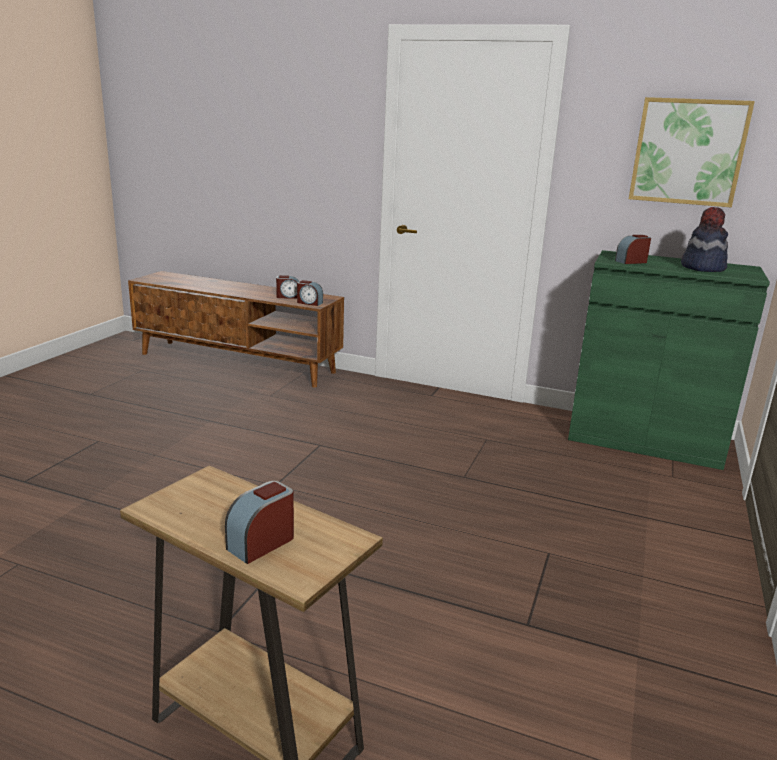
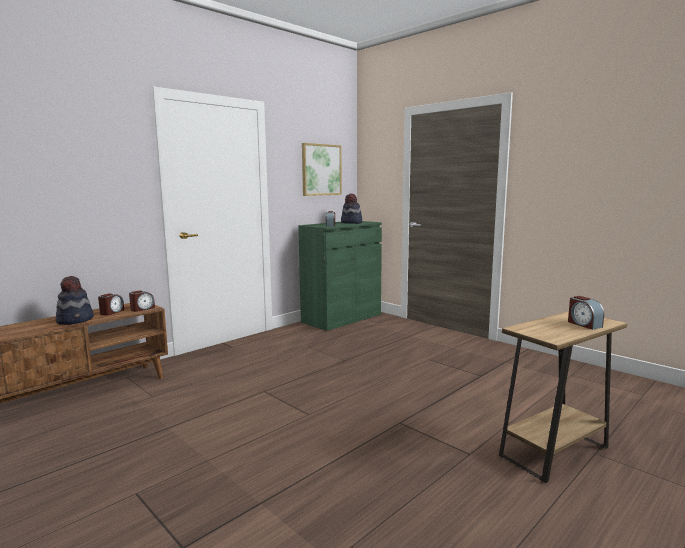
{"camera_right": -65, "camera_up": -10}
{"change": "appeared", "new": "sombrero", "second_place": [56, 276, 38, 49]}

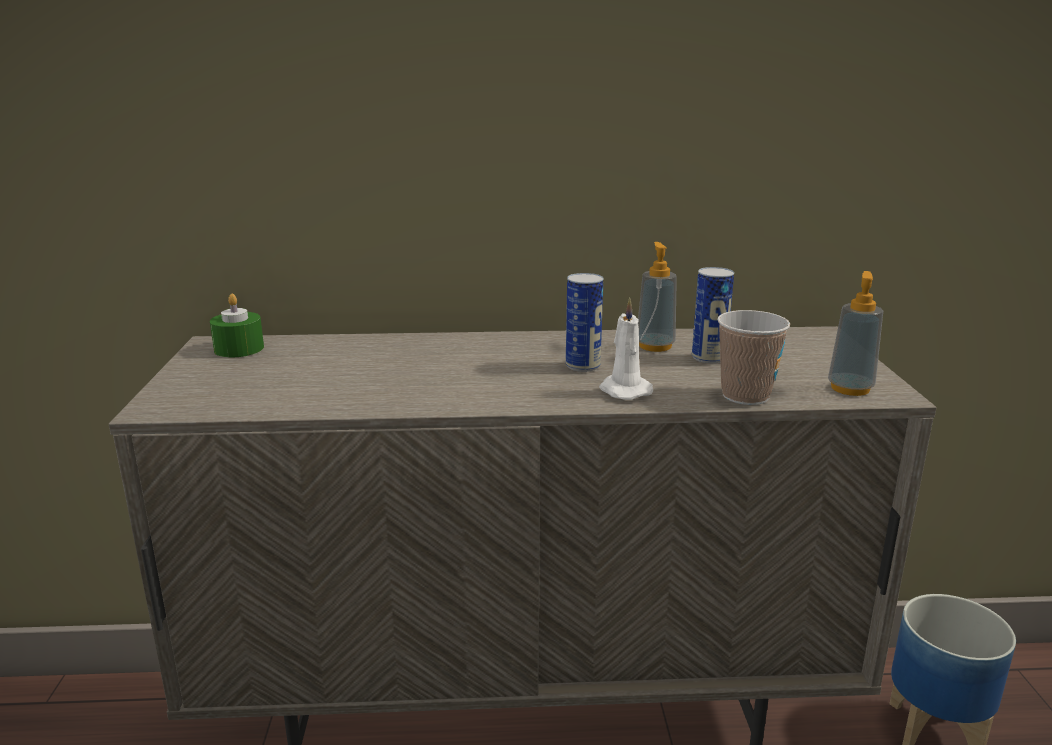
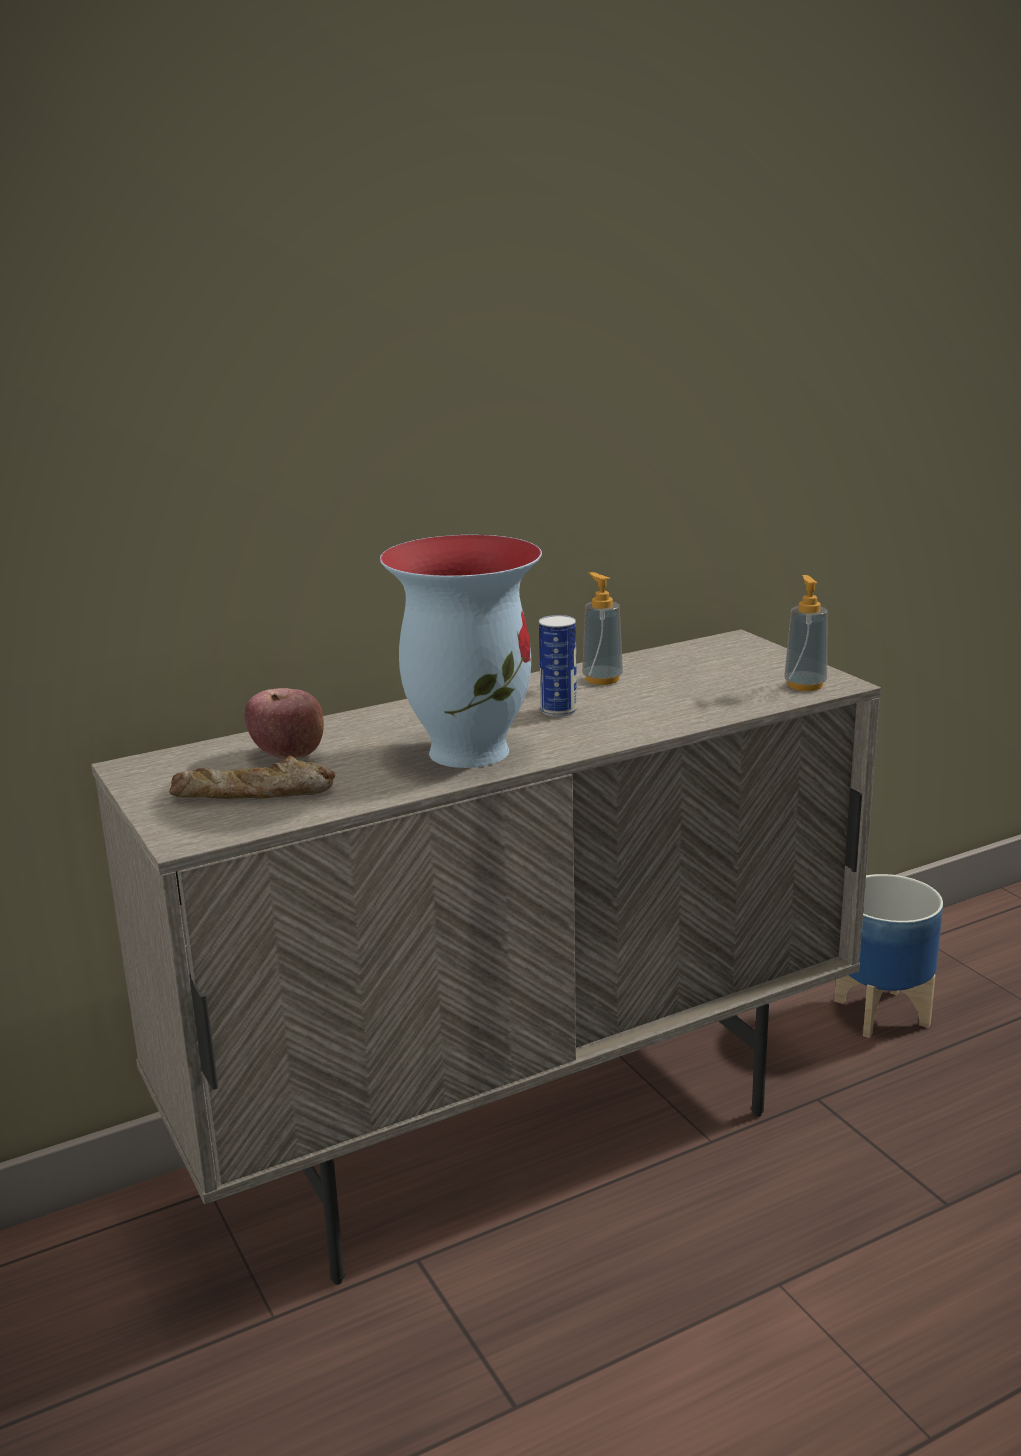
{"camera_right": -25, "camera_up": 0}
{"change": "missing", "old": "vela/verde", "first_place": [210, 293, 54, 64]}
{"change": "missing", "old": "vela/blanco", "first_place": [599, 297, 54, 103]}
{"change": "missing", "old": "lata", "first_place": [692, 267, 42, 96]}
{"change": "missing", "old": "taza", "first_place": [717, 310, 73, 95]}
{"change": "appeared", "new": "pan", "second_place": [169, 756, 166, 43]}
{"change": "appeared", "new": "manzana", "second_place": [245, 688, 79, 71]}
{"change": "appeared", "new": "florero", "second_place": [380, 535, 162, 233]}

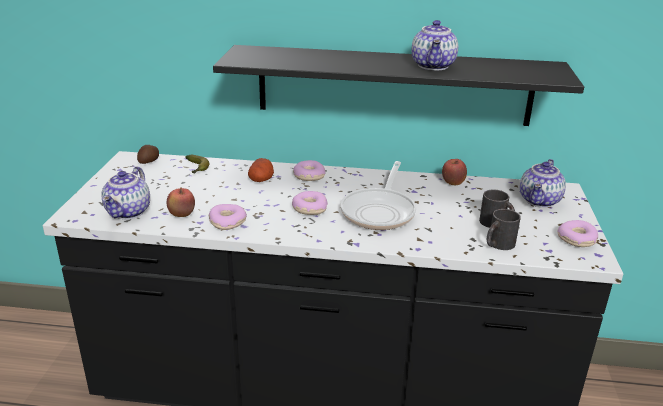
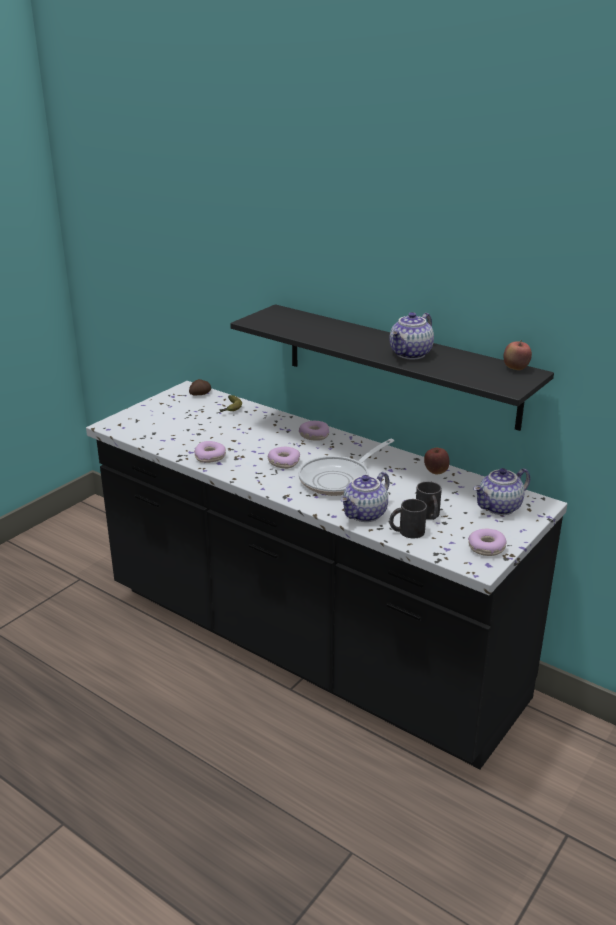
{"camera_right": 30, "camera_up": 0}
{"change": "relocated", "old": "tetera", "first_place": [102, 166, 48, 53], "second_place": [341, 472, 49, 50]}
{"change": "relocated", "old": "manzana", "first_place": [167, 187, 28, 30], "second_place": [503, 340, 29, 30]}
{"change": "missing", "old": "patata", "first_place": [248, 158, 26, 24]}

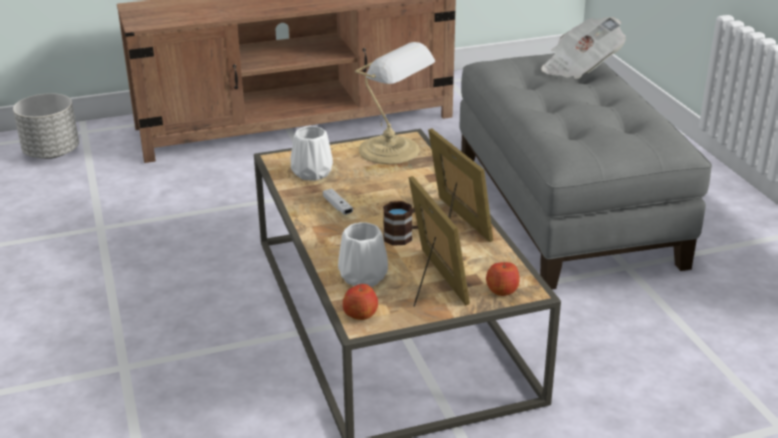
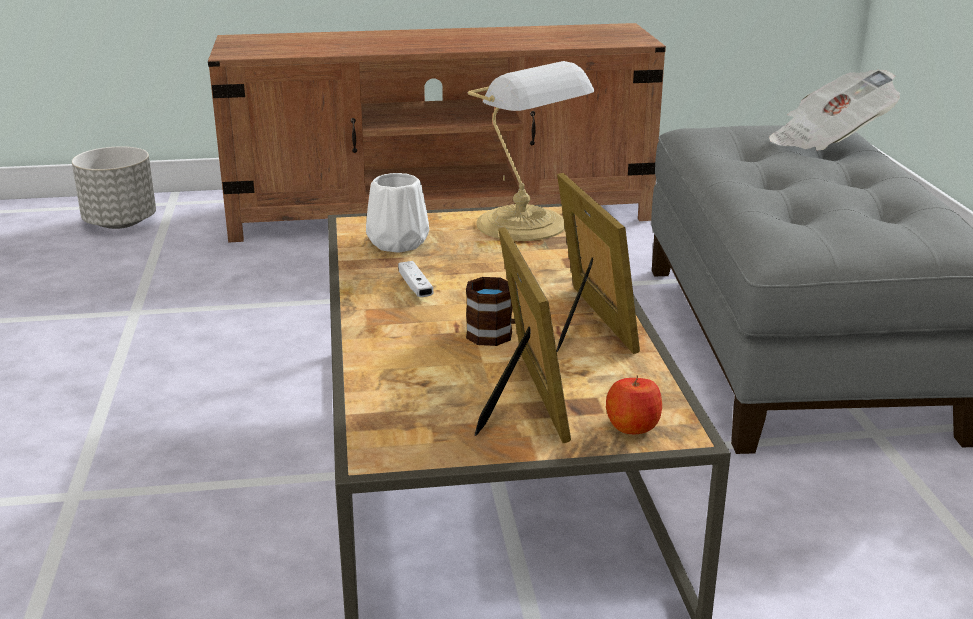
{"camera_right": 10, "camera_up": -5}
{"change": "missing", "old": "florero/blanco", "first_place": [338, 222, 50, 65]}
{"change": "missing", "old": "manzana", "first_place": [343, 284, 35, 36]}

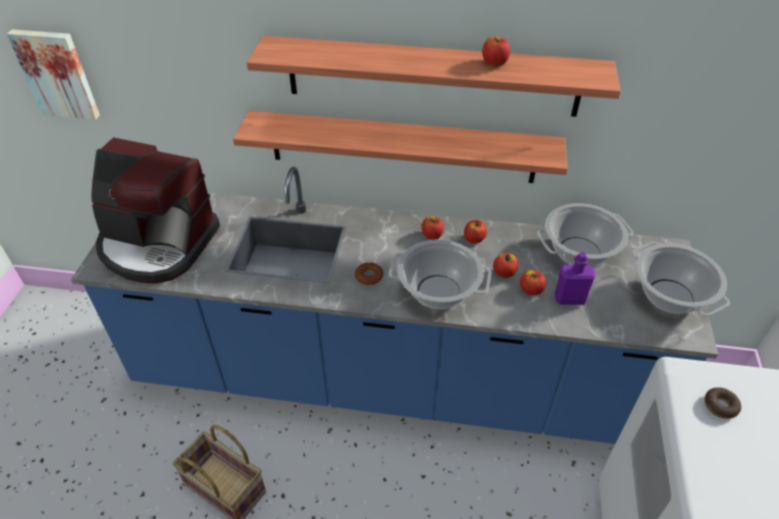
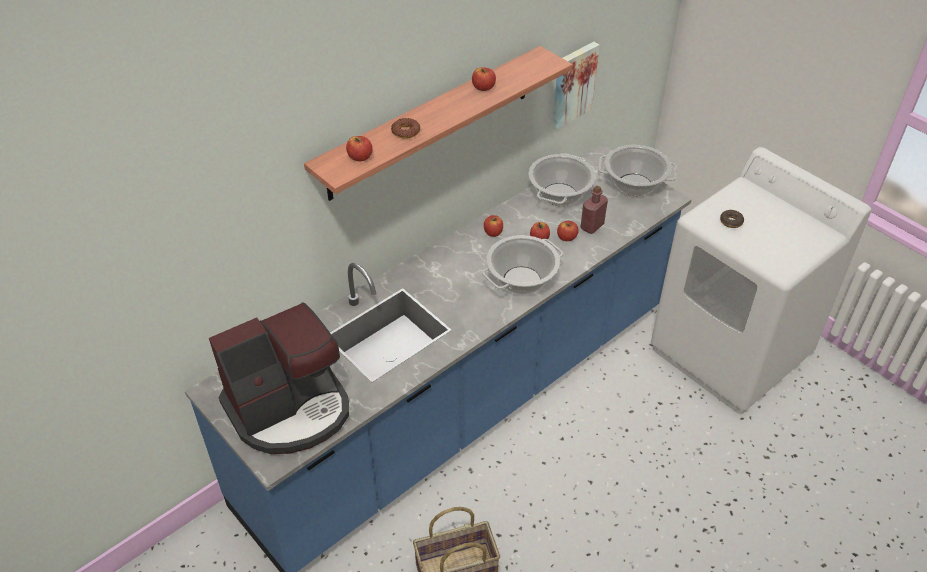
{"camera_right": -50, "camera_up": 0}
{"change": "relocated", "old": "cuadro", "first_place": [7, 29, 93, 91], "second_place": [553, 42, 47, 87]}
{"change": "missing", "old": "estante", "first_place": [233, 111, 335, 72]}
{"change": "relocated", "old": "rosquilla", "first_place": [355, 263, 29, 22], "second_place": [391, 118, 29, 21]}
{"change": "relocated", "old": "manzana", "first_place": [422, 216, 22, 24], "second_place": [346, 136, 27, 25]}
{"change": "colour", "old": "botella/morado", "new": "botella/rojo", "first_place": [554, 253, 42, 52], "second_place": [581, 185, 27, 49]}

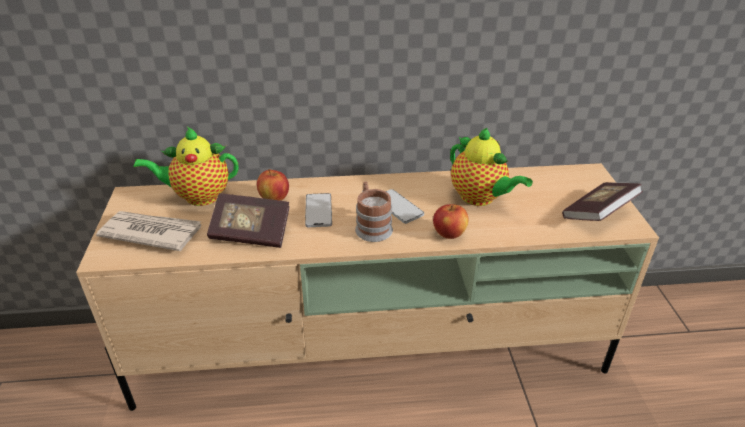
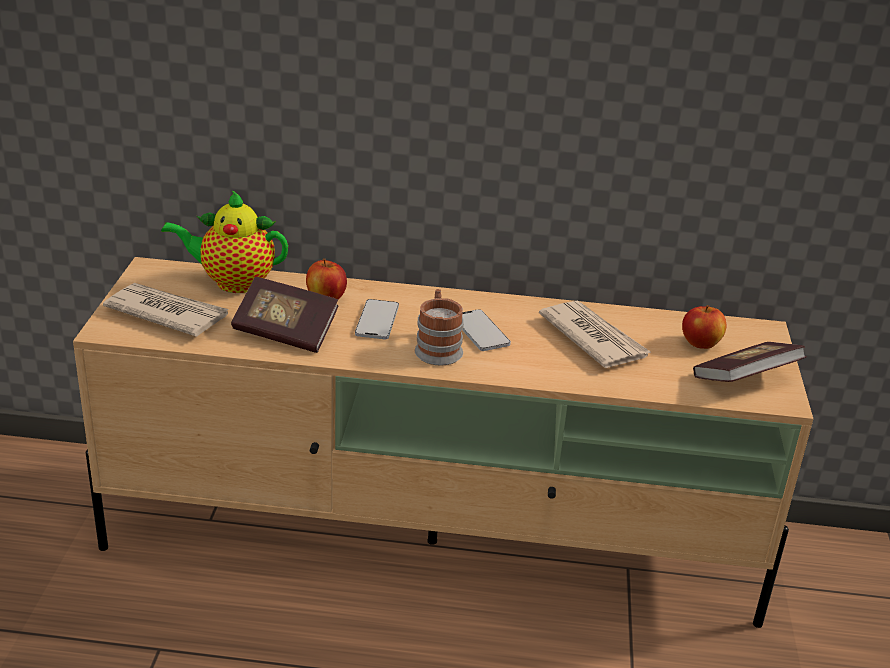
{"camera_right": 10, "camera_up": -5}
{"change": "relocated", "old": "manzana", "first_place": [433, 204, 36, 35], "second_place": [682, 305, 45, 44]}
{"change": "exchanged", "old": "tetera", "new": "periódico", "first_place": [450, 128, 83, 78], "second_place": [539, 301, 113, 67]}

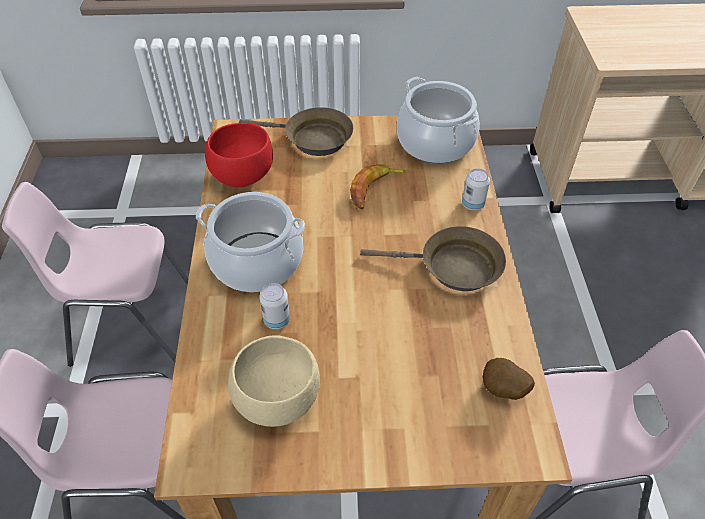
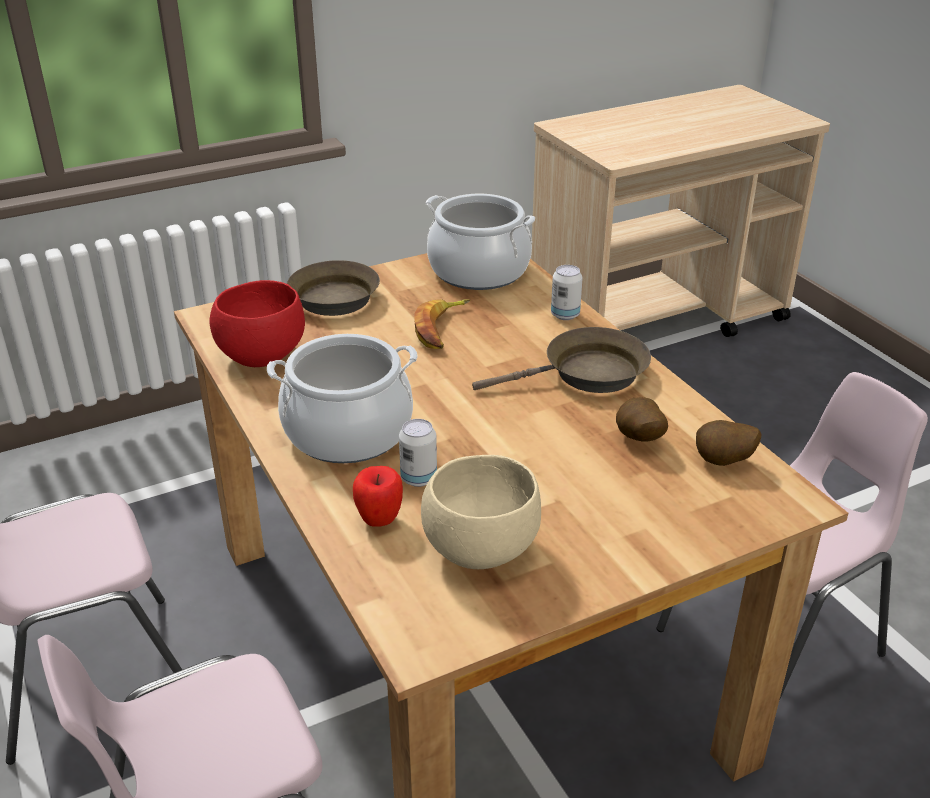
{"camera_right": -25, "camera_up": -15}
{"change": "appeared", "new": "manzana", "second_place": [353, 466, 50, 61]}
{"change": "appeared", "new": "patata", "second_place": [616, 397, 52, 45]}

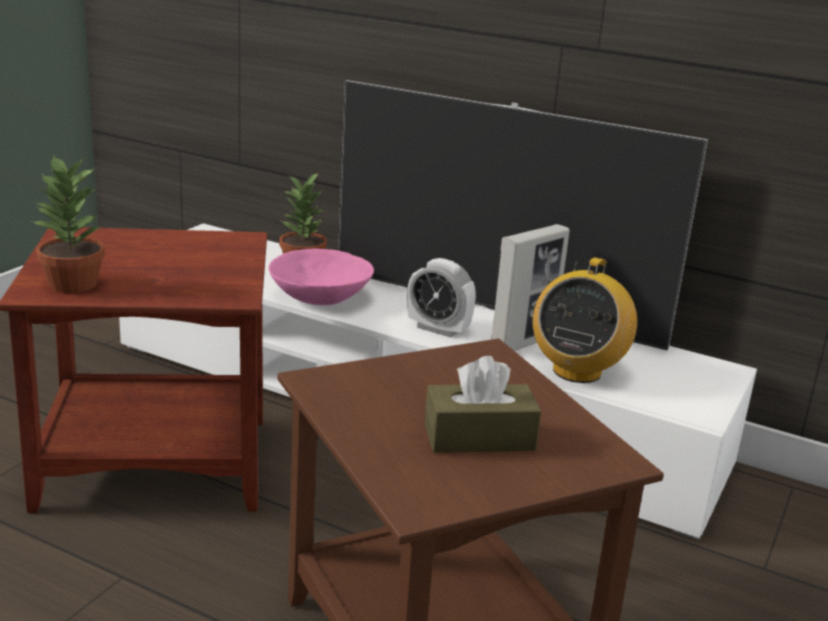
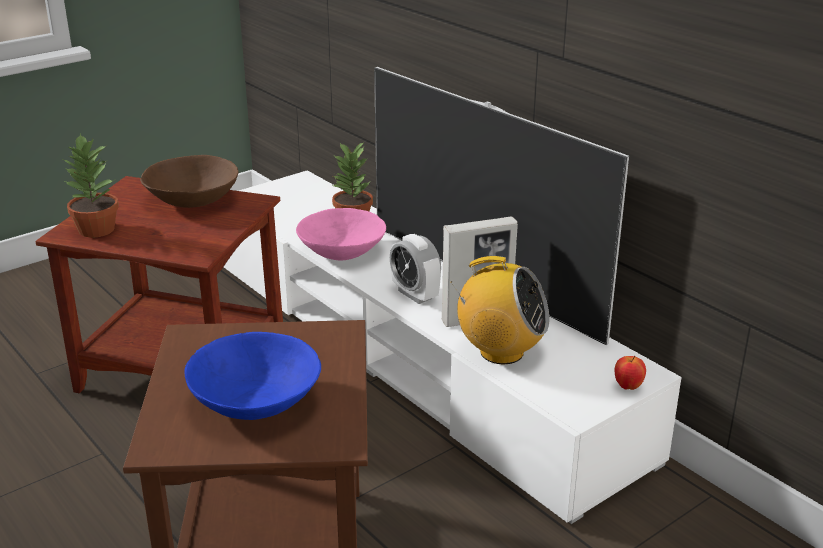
{"camera_right": 25, "camera_up": 5}
{"change": "exchanged", "old": "caja de pañuelos/marrón", "new": "cuenco/azul", "first_place": [425, 356, 116, 96], "second_place": [184, 332, 137, 88]}
{"change": "spun", "old": "radio", "first_place": [533, 257, 104, 126], "second_place": [450, 256, 99, 108], "degrees": -120}
{"change": "appeared", "new": "cuenco/marrón", "second_place": [140, 155, 99, 53]}
{"change": "appeared", "new": "manzana", "second_place": [615, 356, 31, 34]}

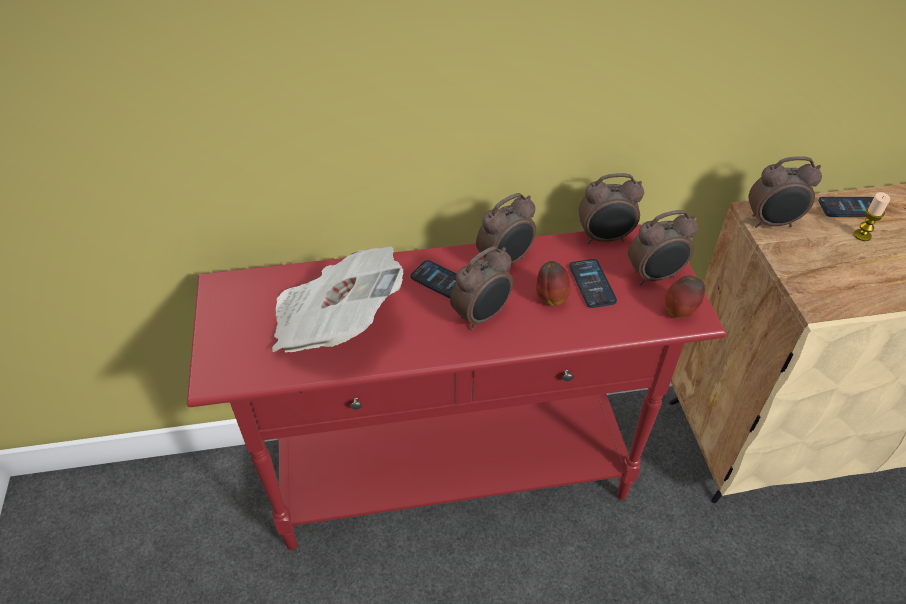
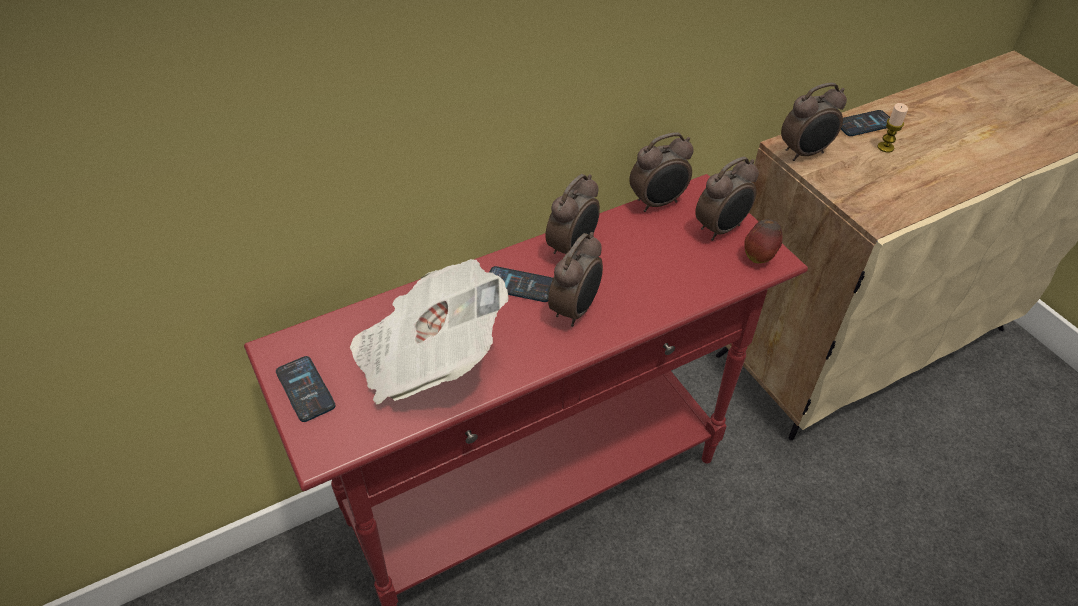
{"camera_right": -20, "camera_up": 0}
{"change": "missing", "old": "manzana", "first_place": [536, 261, 35, 44]}
{"change": "relocated", "old": "móvil", "first_place": [569, 259, 48, 49], "second_place": [276, 356, 60, 66]}

